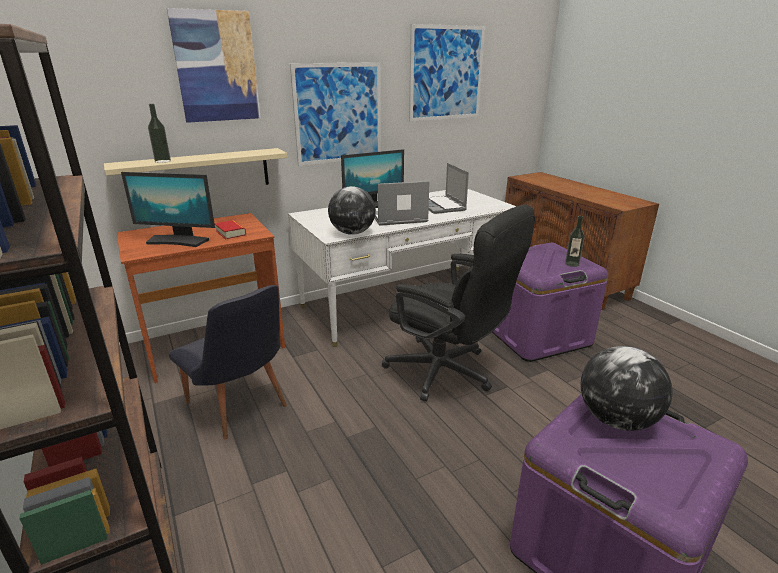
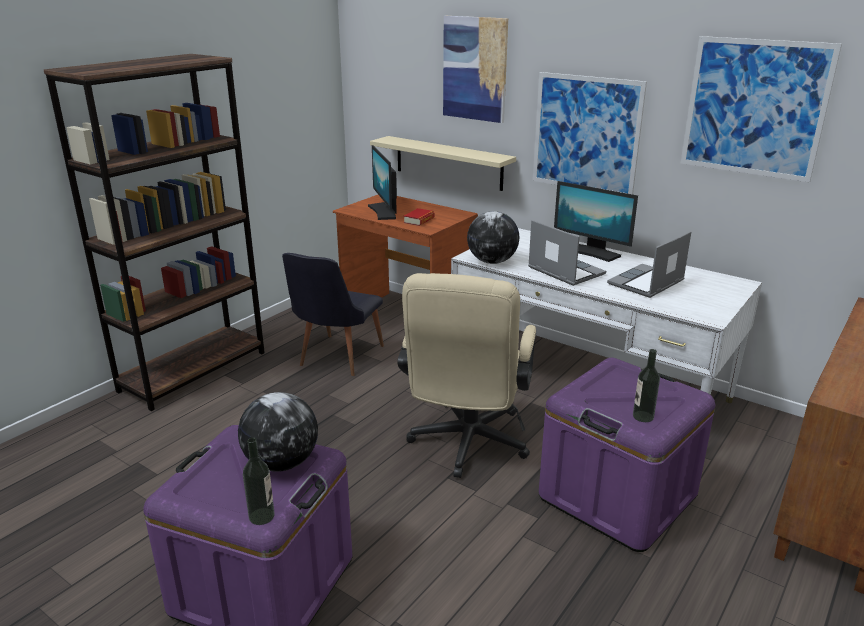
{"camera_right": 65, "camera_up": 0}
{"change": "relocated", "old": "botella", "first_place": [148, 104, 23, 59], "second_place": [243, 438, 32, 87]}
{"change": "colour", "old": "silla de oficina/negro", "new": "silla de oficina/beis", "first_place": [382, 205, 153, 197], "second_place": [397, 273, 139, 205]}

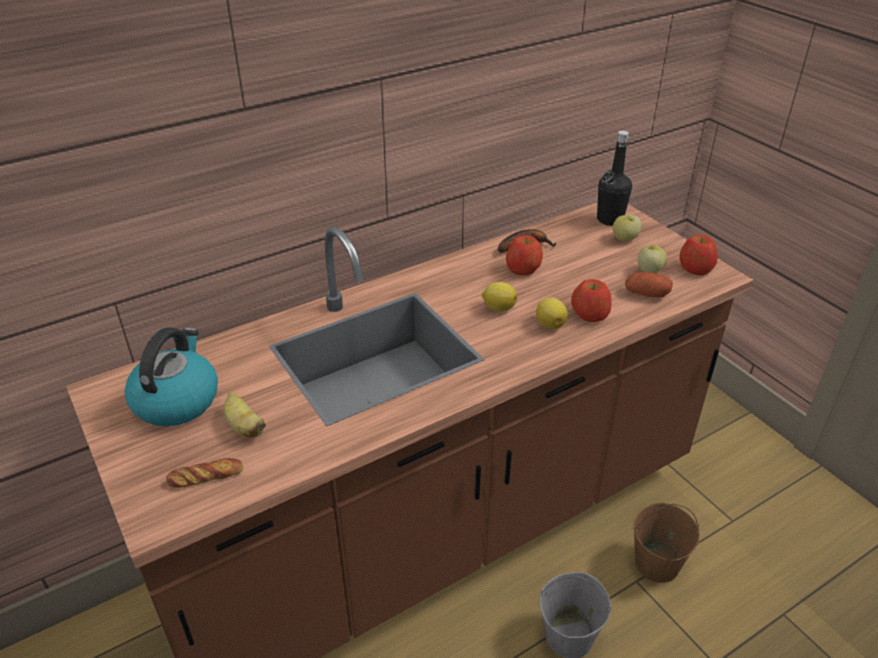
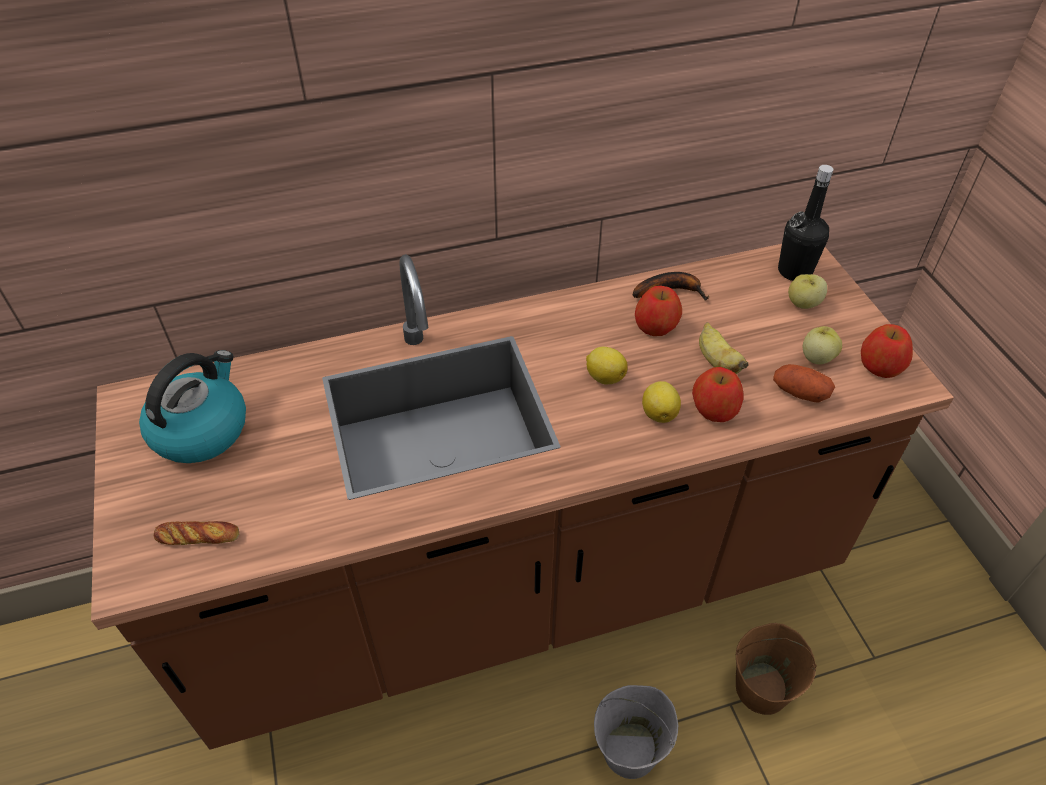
{"camera_right": 15, "camera_up": 10}
{"change": "relocated", "old": "plátano", "first_place": [223, 391, 43, 47], "second_place": [699, 322, 50, 52]}

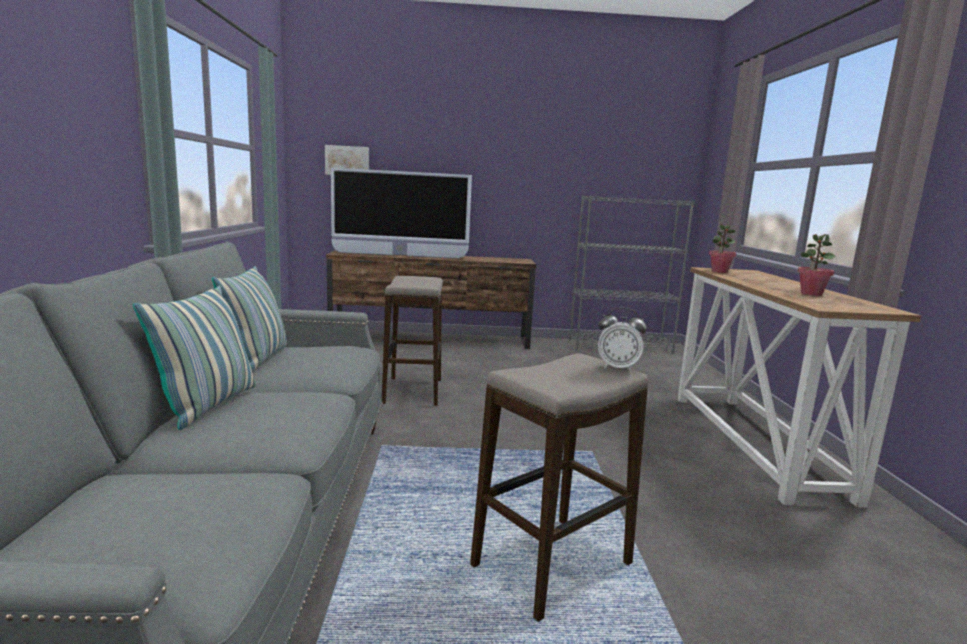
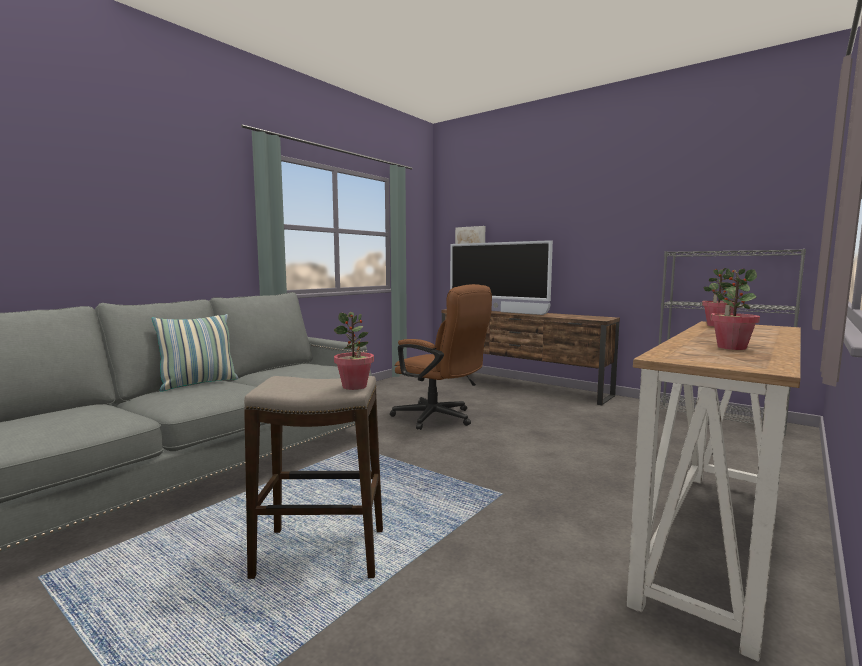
{"camera_right": 40, "camera_up": -5}
{"change": "missing", "old": "cojín", "first_place": [212, 266, 75, 106]}
{"change": "exchanged", "old": "taburete", "new": "silla de oficina/marrón", "first_place": [382, 276, 61, 130], "second_place": [390, 284, 102, 146]}
{"change": "exchanged", "old": "despertador", "new": "planta en maceta", "first_place": [598, 308, 49, 64], "second_place": [334, 312, 40, 78]}

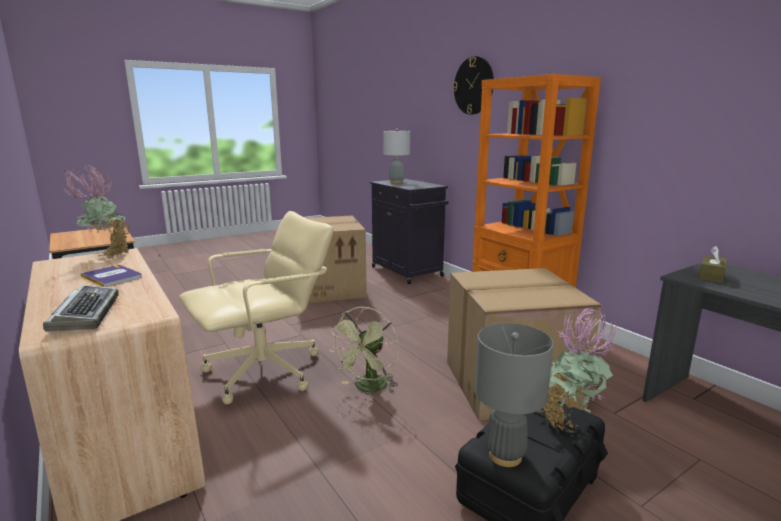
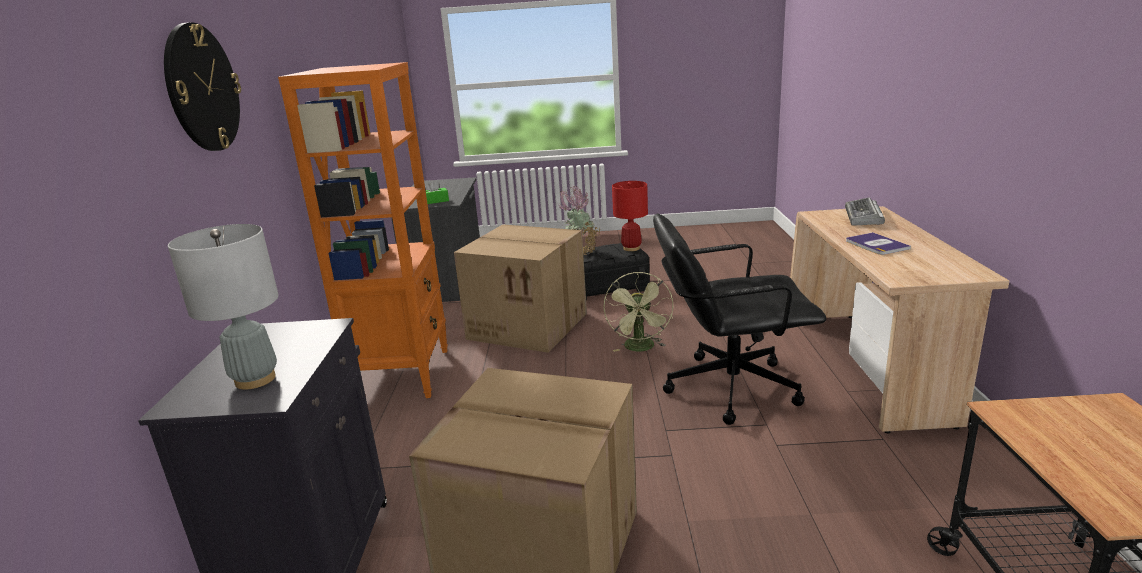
{"camera_right": -145, "camera_up": 5}
{"change": "missing", "old": "planta en maceta", "first_place": [63, 165, 67, 93]}
{"change": "colour", "old": "silla de oficina/beis", "new": "silla de oficina/negro", "first_place": [179, 211, 154, 194], "second_place": [653, 213, 173, 212]}
{"change": "spun", "old": "ventilador/verde", "first_place": [329, 307, 69, 87], "second_place": [603, 272, 70, 80], "degrees": 120}
{"change": "colour", "old": "lámpara de mesa/gris", "new": "lámpara de mesa/rojo", "first_place": [475, 323, 79, 144], "second_place": [612, 181, 36, 70]}
{"change": "colour", "old": "caja de pañuelos/marrón", "new": "caja de pañuelos/verde", "first_place": [699, 246, 28, 37], "second_place": [426, 180, 23, 24]}

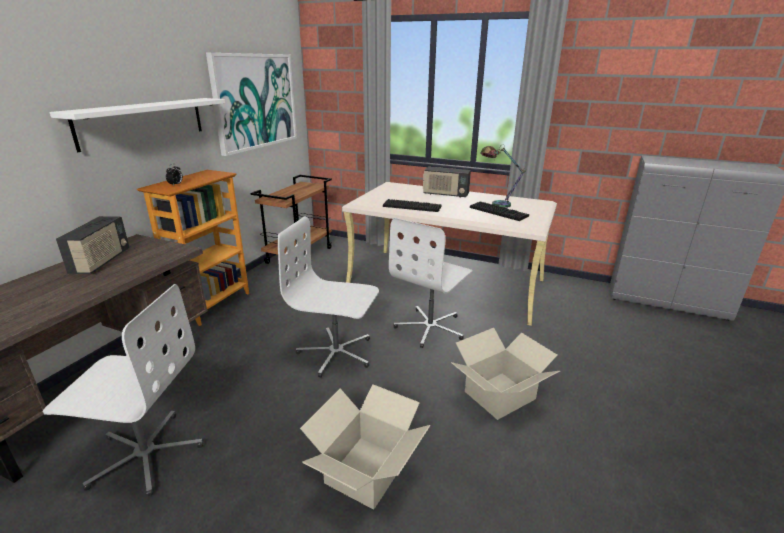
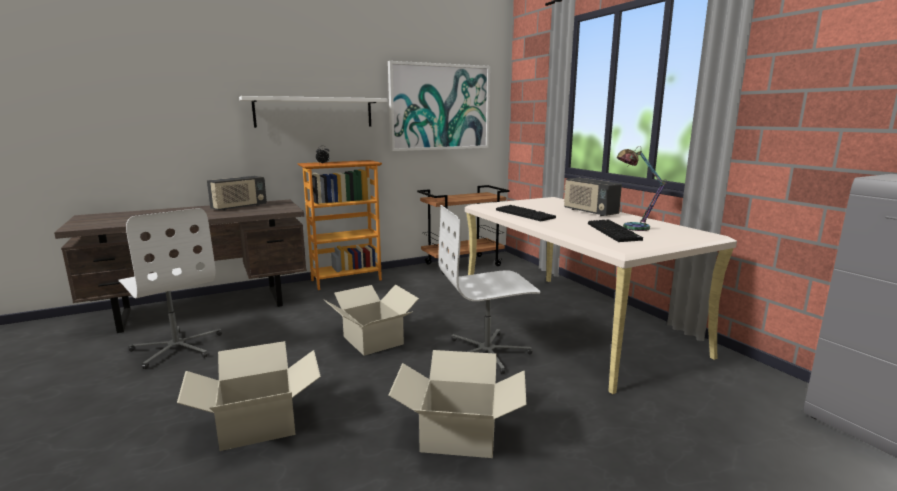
{"camera_right": 40, "camera_up": -10}
{"change": "exchanged", "old": "silla de oficina/blanco", "new": "caja de cartón", "first_place": [278, 217, 101, 161], "second_place": [324, 285, 95, 71]}

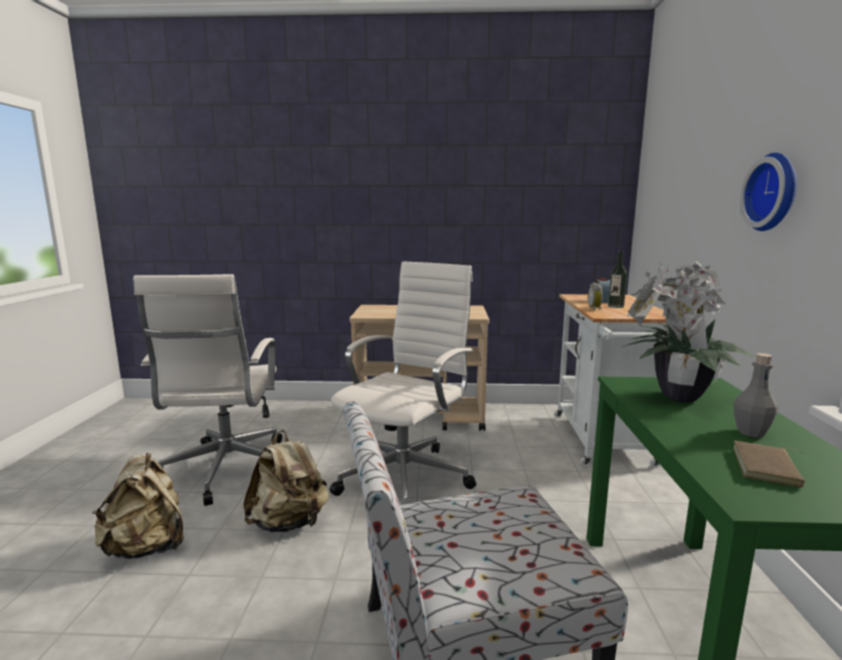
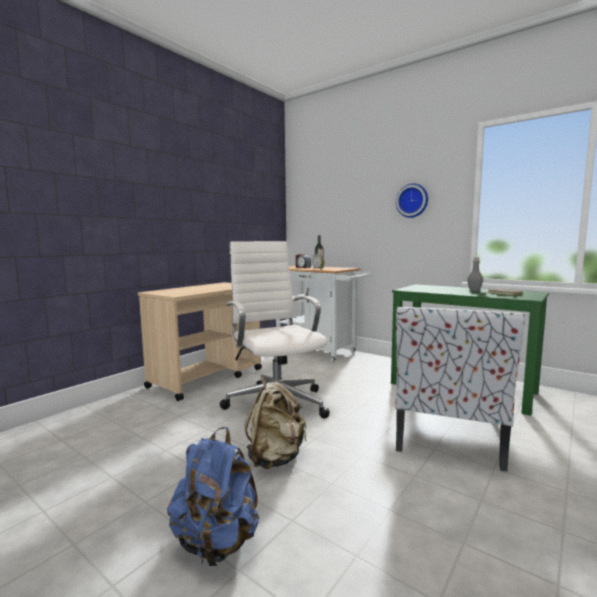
{"camera_right": -55, "camera_up": -5}
{"change": "colour", "old": "mochila/beis", "new": "mochila/azul", "first_place": [92, 453, 92, 106], "second_place": [167, 427, 92, 139]}
{"change": "missing", "old": "silla de oficina/blanco", "first_place": [133, 274, 149, 232]}
{"change": "missing", "old": "planta en maceta", "first_place": [622, 261, 134, 141]}

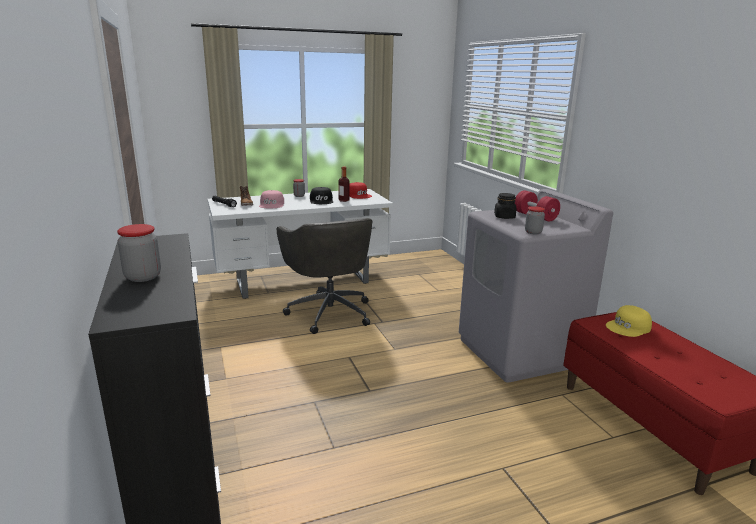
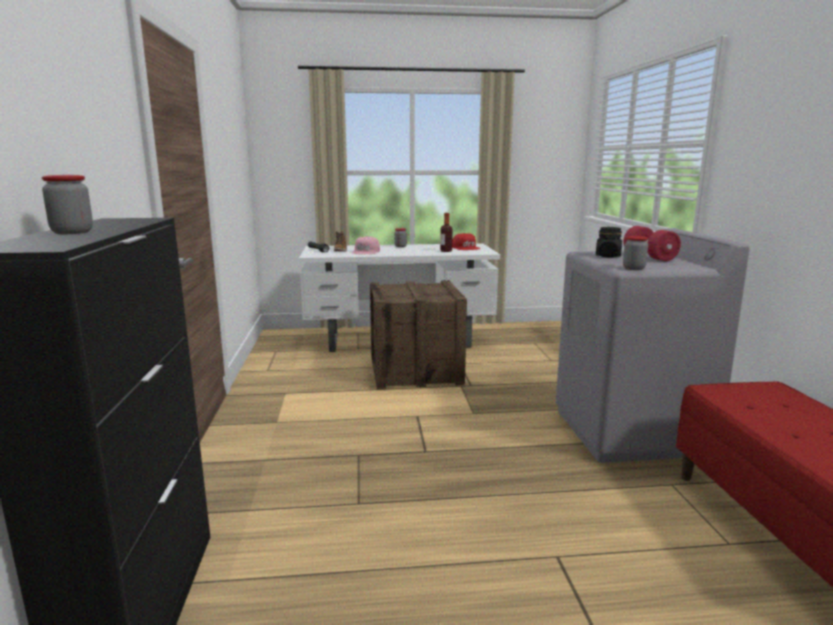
{"camera_right": 15, "camera_up": -5}
{"change": "exchanged", "old": "silla de oficina/gris", "new": "caja de embalaje", "first_place": [277, 218, 96, 116], "second_place": [370, 280, 97, 109]}
{"change": "missing", "old": "gorra/negro", "first_place": [310, 187, 23, 17]}
{"change": "missing", "old": "gorra/amarillo", "first_place": [606, 305, 46, 32]}

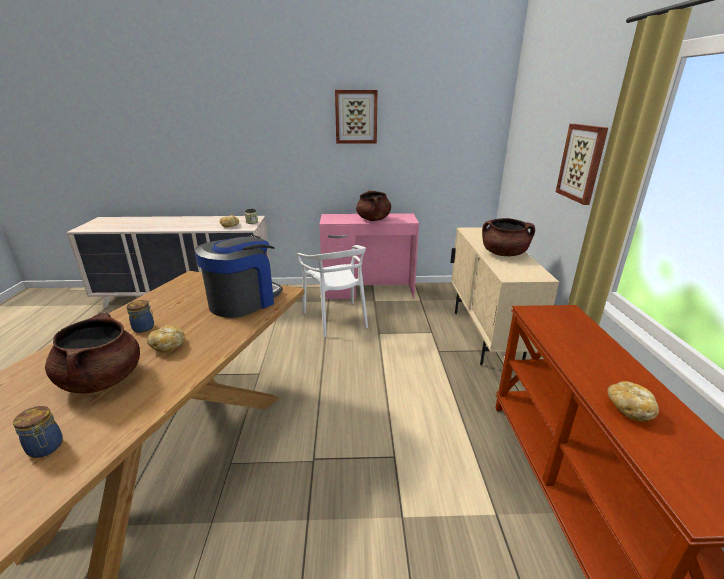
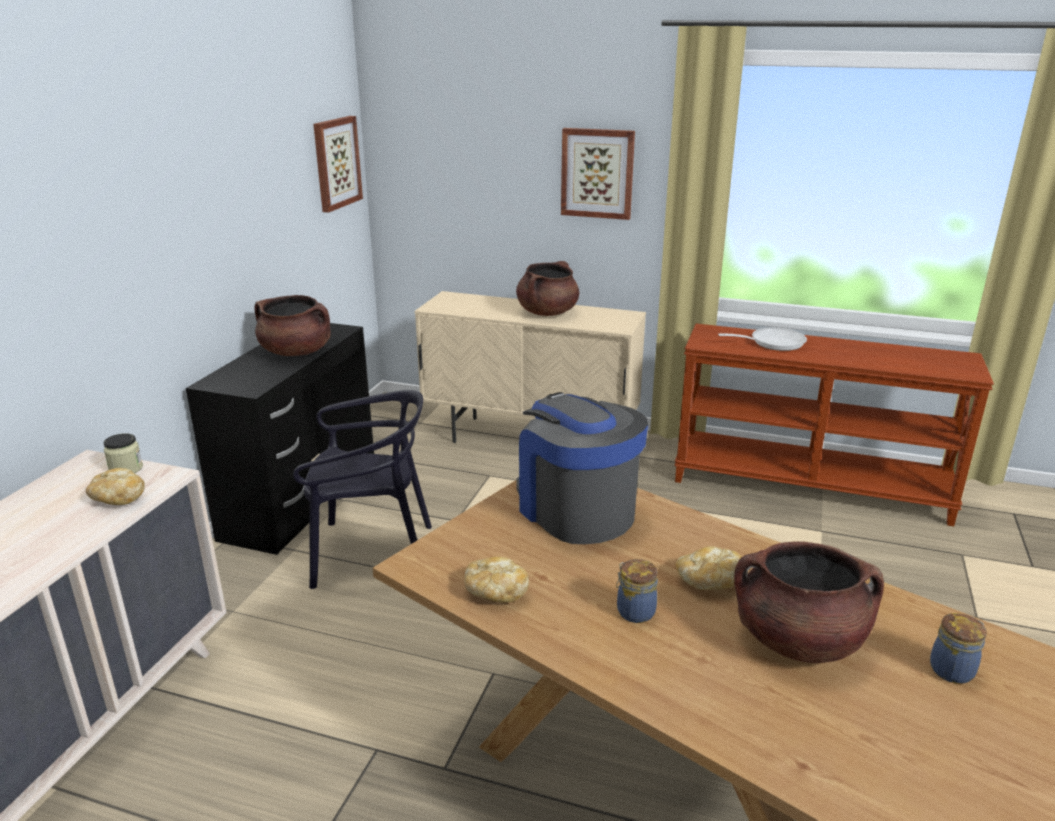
{"camera_right": -70, "camera_up": 0}
{"change": "colour", "old": "silla/blanco", "new": "silla/negro", "first_place": [297, 245, 71, 92], "second_place": [293, 390, 139, 199]}
{"change": "colour", "old": "escritorio/rosa", "new": "escritorio/negro", "first_place": [319, 213, 100, 86], "second_place": [186, 323, 188, 232]}
{"change": "relocated", "old": "cuadro", "first_place": [335, 90, 43, 54], "second_place": [313, 116, 50, 97]}
{"change": "relocated", "old": "pan", "first_place": [607, 381, 52, 40], "second_place": [464, 557, 65, 45]}
{"change": "appeared", "new": "sartén", "second_place": [718, 328, 89, 23]}

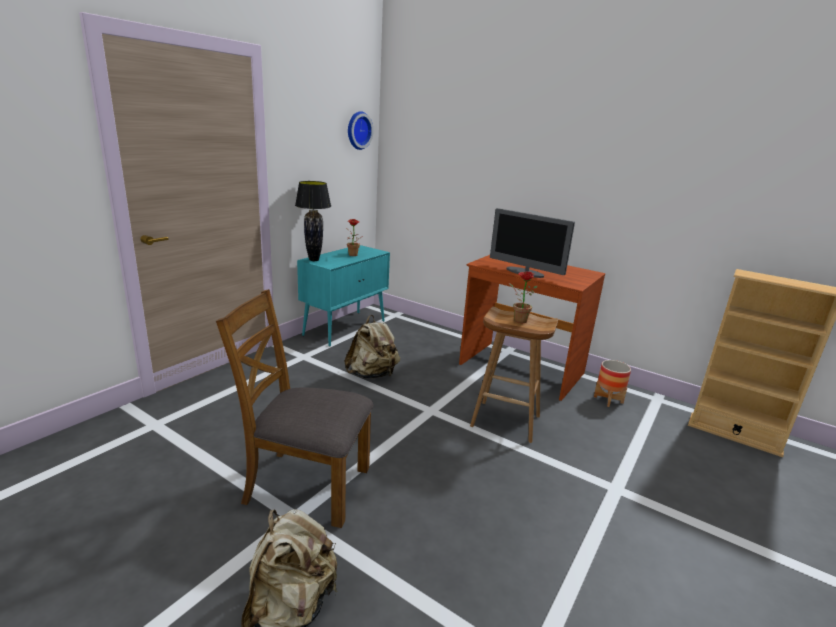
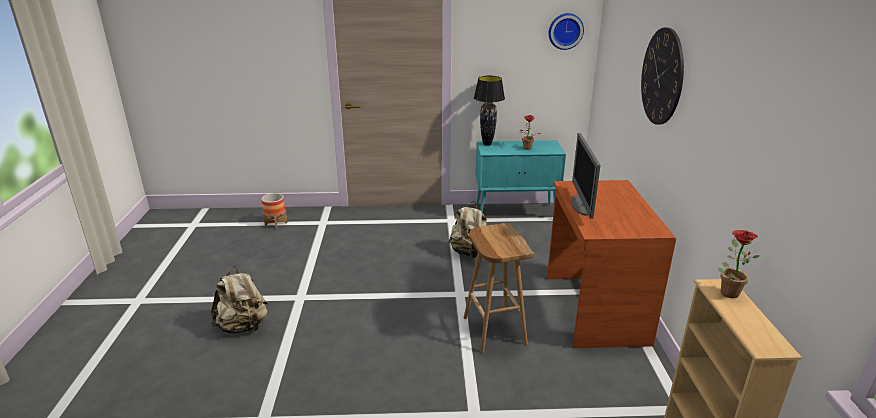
{"camera_right": 55, "camera_up": 5}
{"change": "missing", "old": "silla/marrón", "first_place": [216, 289, 157, 239]}
{"change": "relocated", "old": "planta en maceta", "first_place": [509, 272, 29, 51], "second_place": [718, 230, 41, 68]}
{"change": "relocated", "old": "maceta", "first_place": [594, 360, 37, 47], "second_place": [261, 193, 26, 36]}
{"change": "appeared", "new": "reloj de pared", "second_place": [641, 27, 43, 98]}

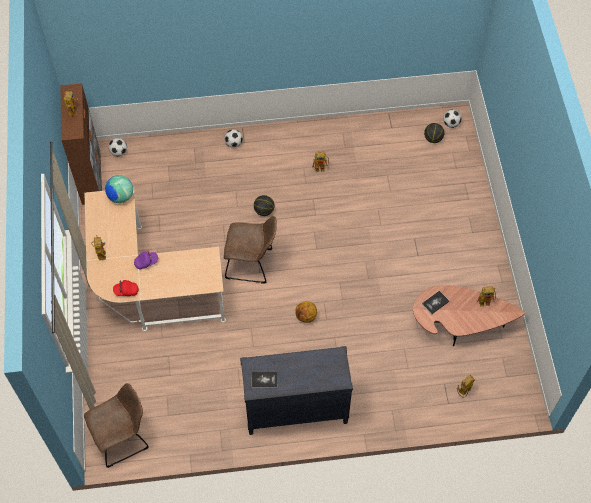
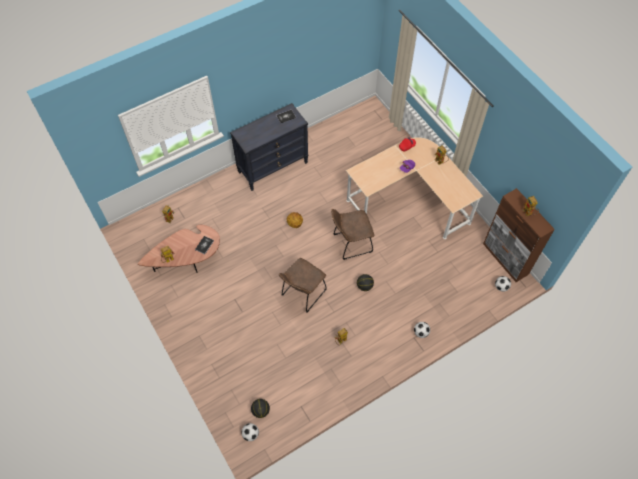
{"camera_right": 155, "camera_up": 0}
{"change": "relocated", "old": "silla/marrón", "first_place": [84, 383, 65, 85], "second_place": [279, 258, 48, 55]}
{"change": "missing", "old": "globo terráqueo", "first_place": [105, 175, 28, 28]}

